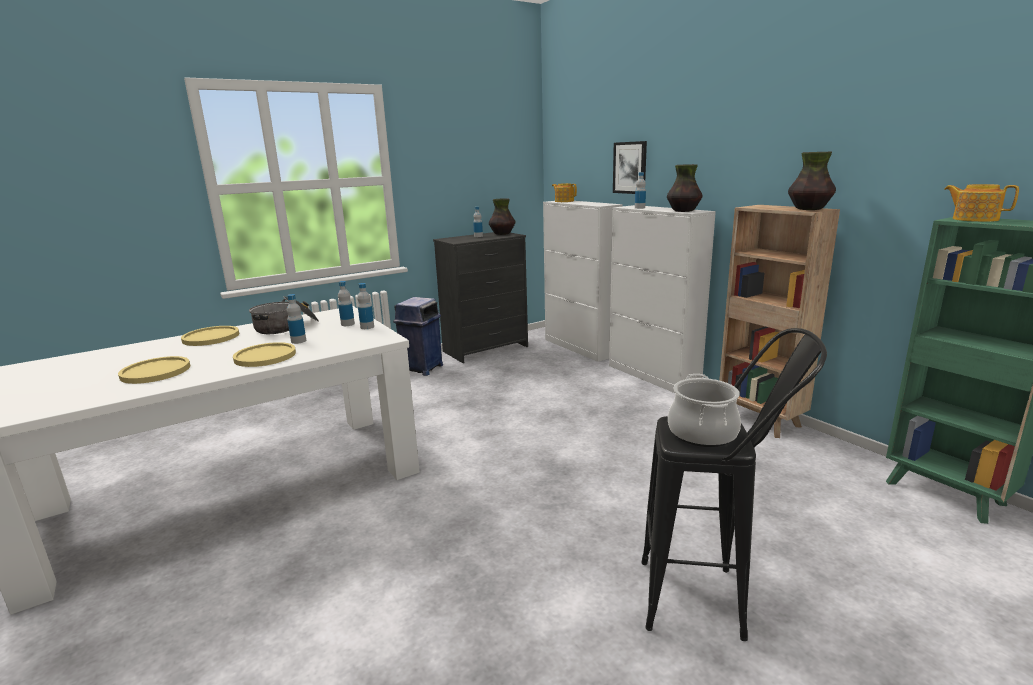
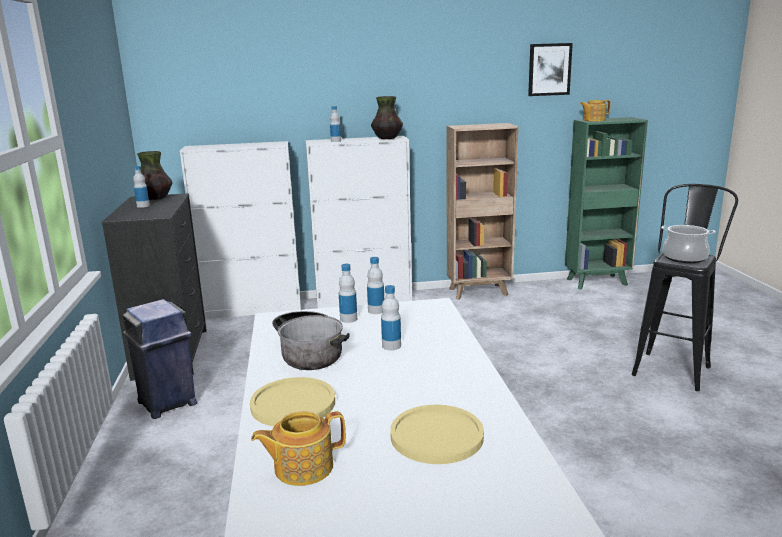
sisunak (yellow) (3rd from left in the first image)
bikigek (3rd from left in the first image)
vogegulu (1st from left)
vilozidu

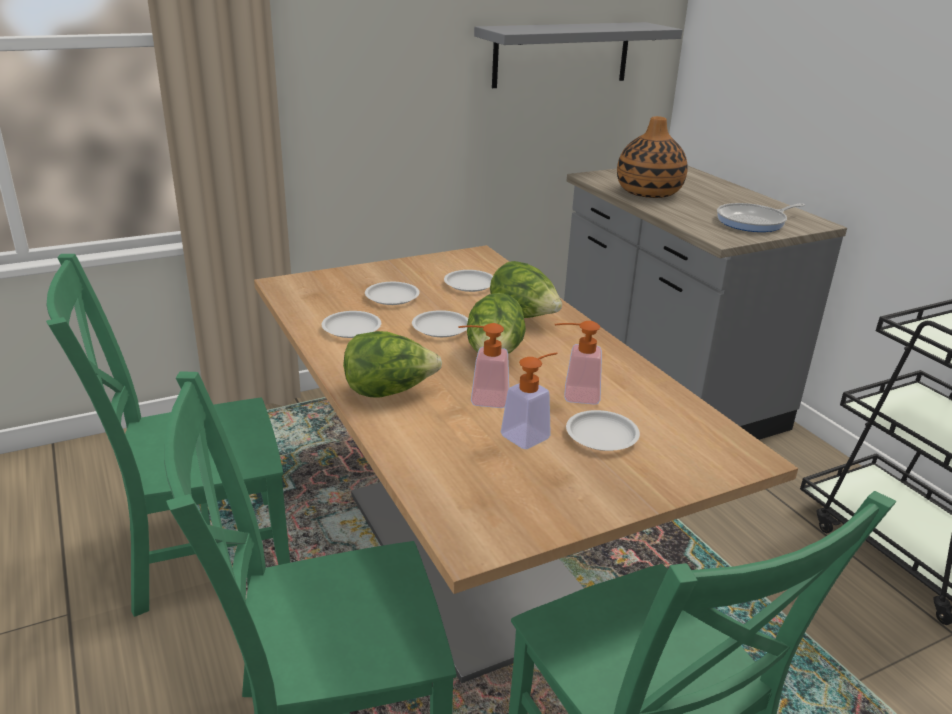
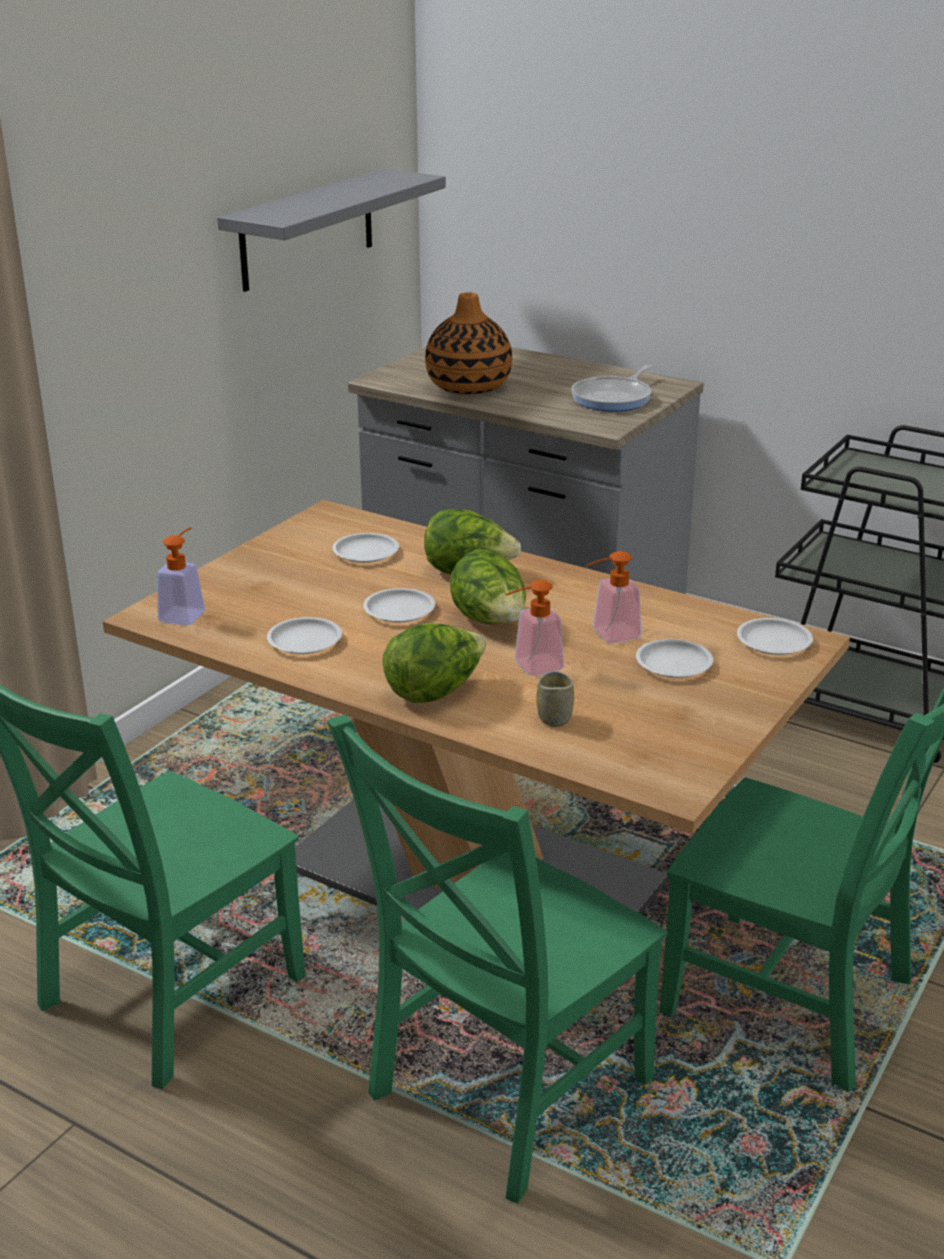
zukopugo
sisunak (white) (5th from left)
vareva (1st from left)

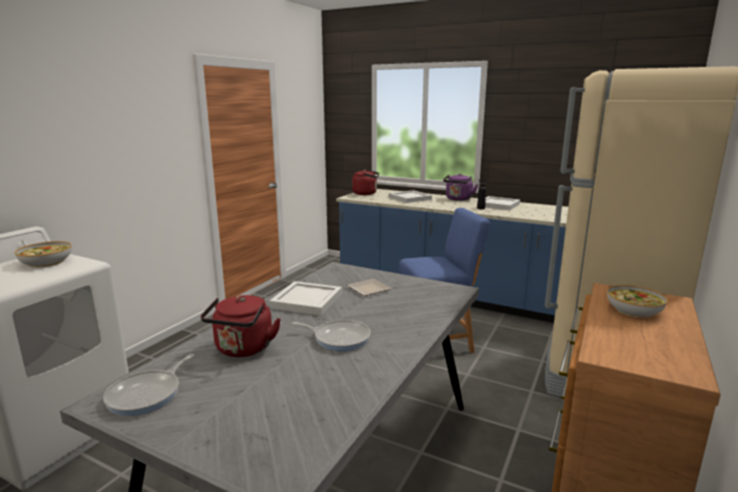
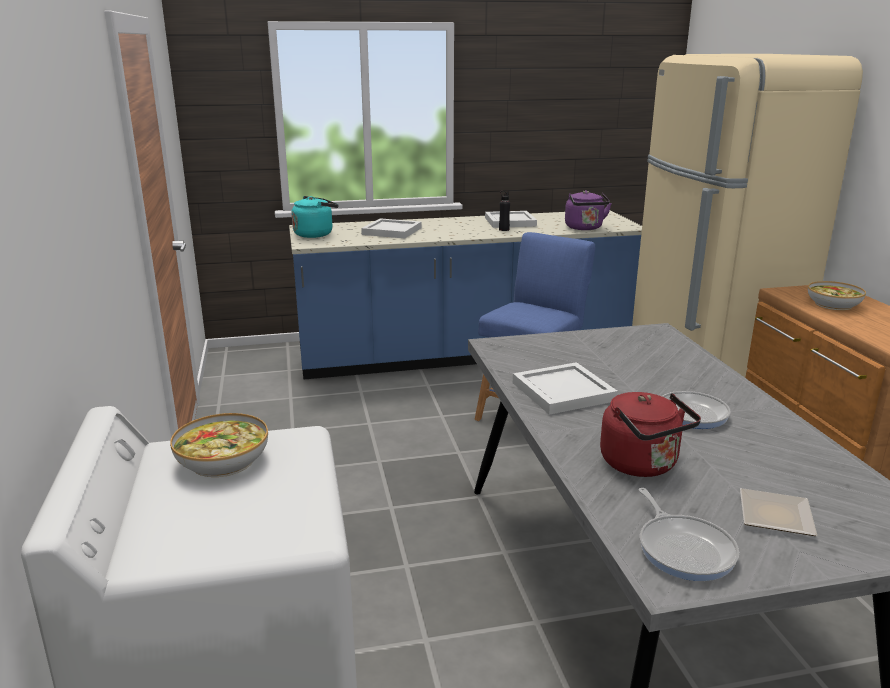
sisunak
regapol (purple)
regapol (turquoise)

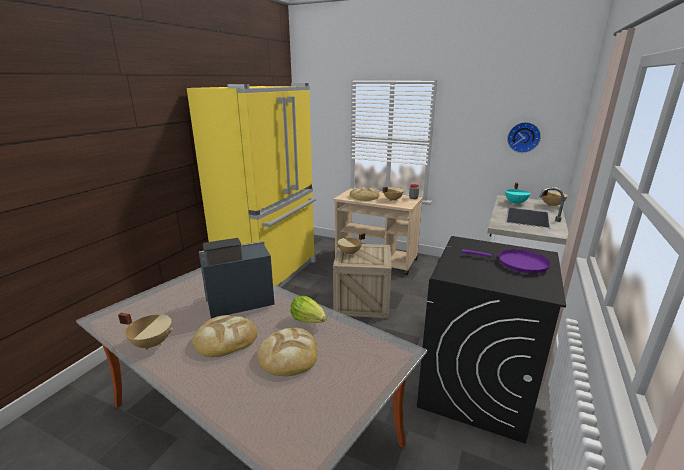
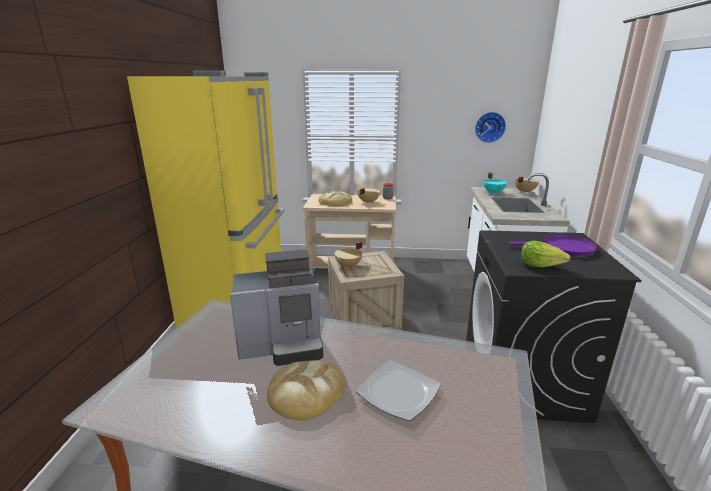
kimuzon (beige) (1st from left in the first image)
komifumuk
sisunak
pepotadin

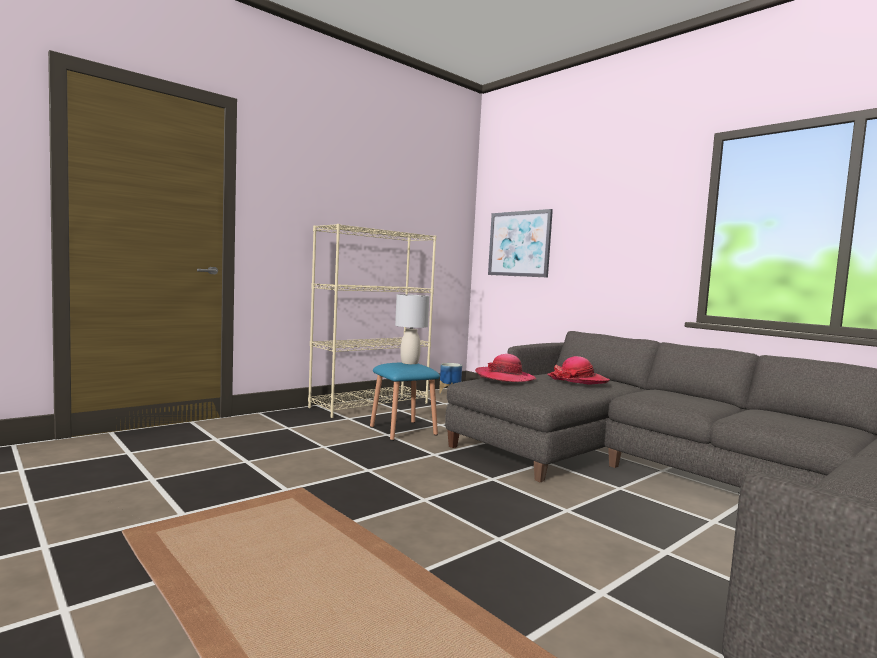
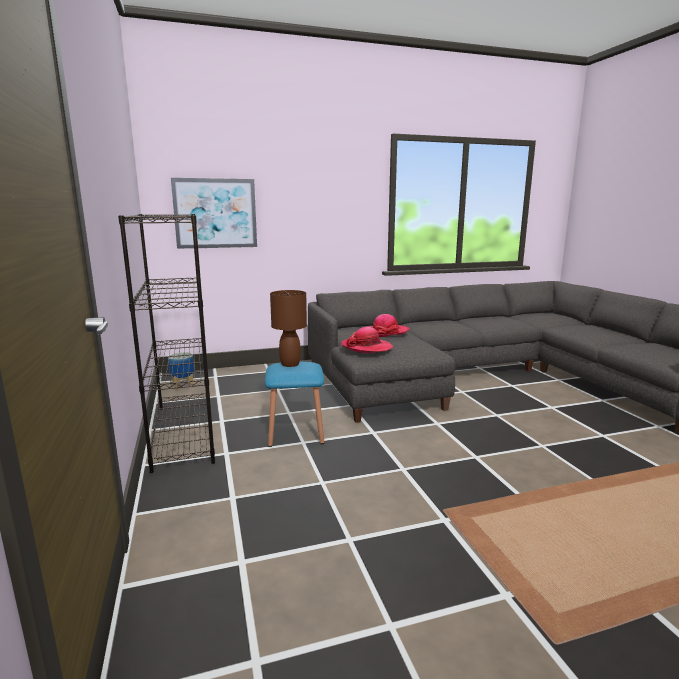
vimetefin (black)
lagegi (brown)

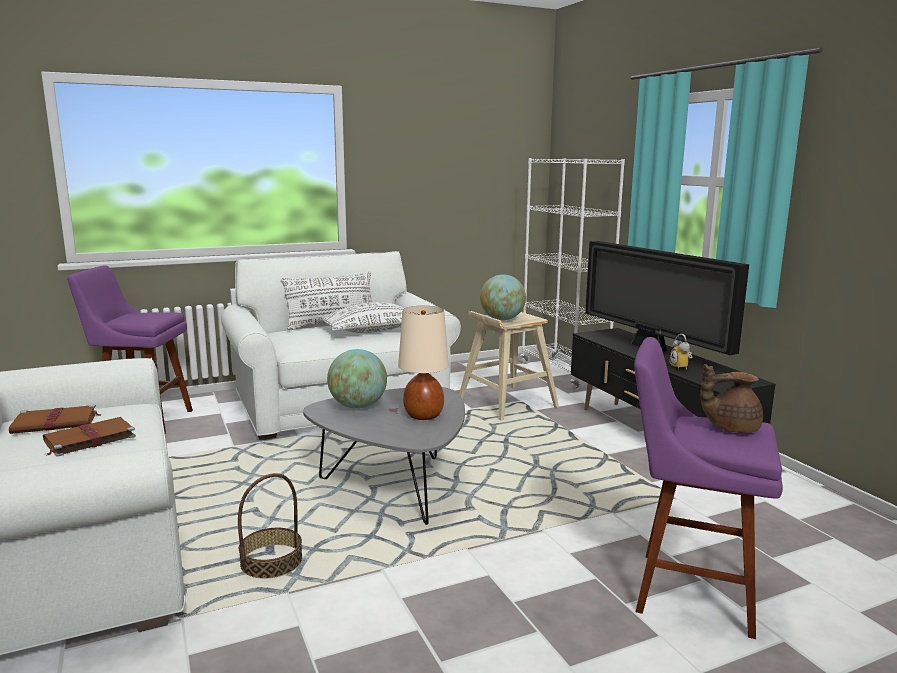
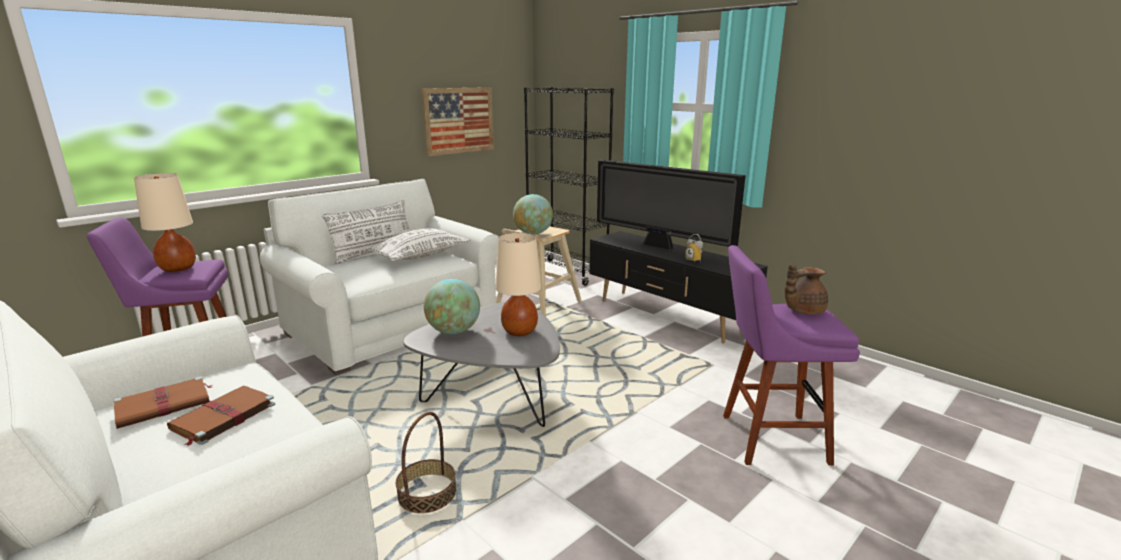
lagegi (beige) (1st from left)
vilozidu
vimetefin (black)

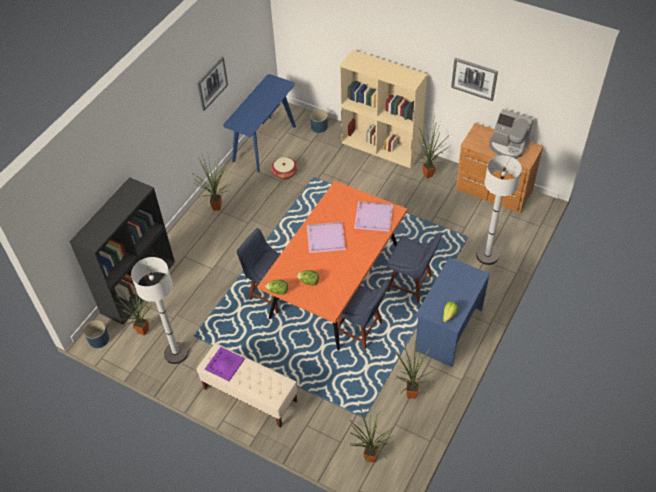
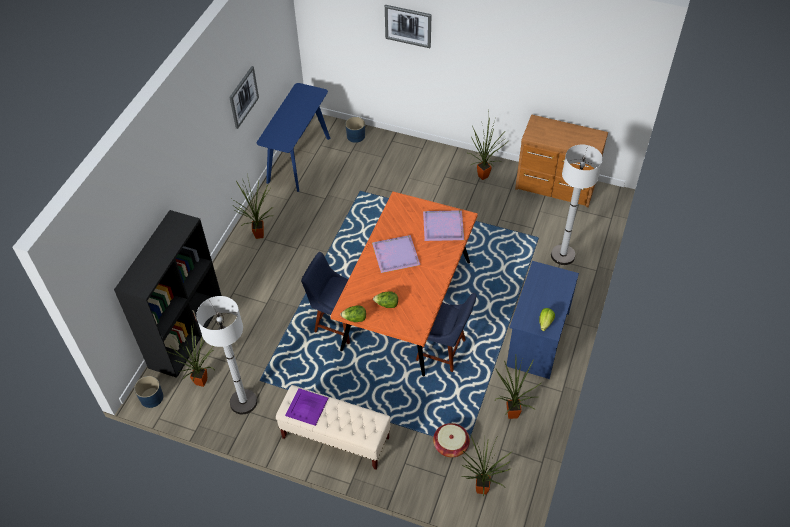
vimetefin (beige)
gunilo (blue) (3rd from left in the first image)
pepotadin
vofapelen
vilozidu (2nd from left)

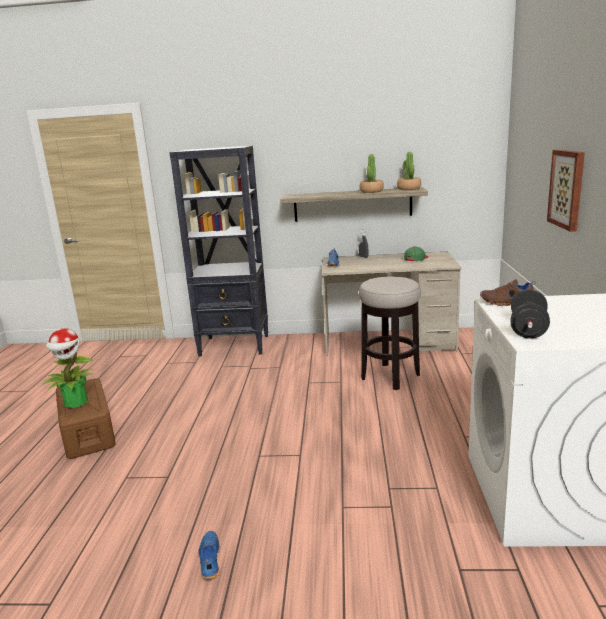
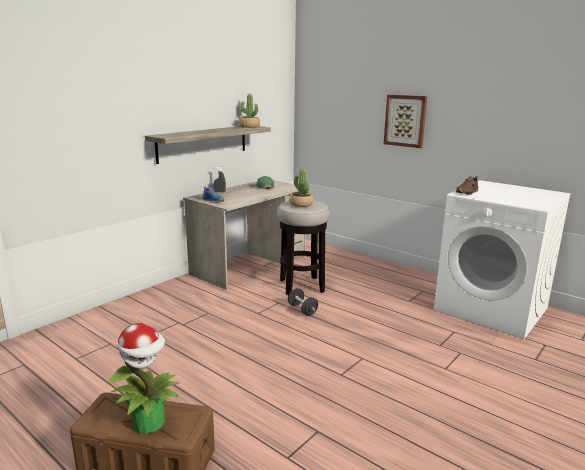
vimetefin (black)
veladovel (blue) (1st from left in the first image)
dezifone (3rd from left)
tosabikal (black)

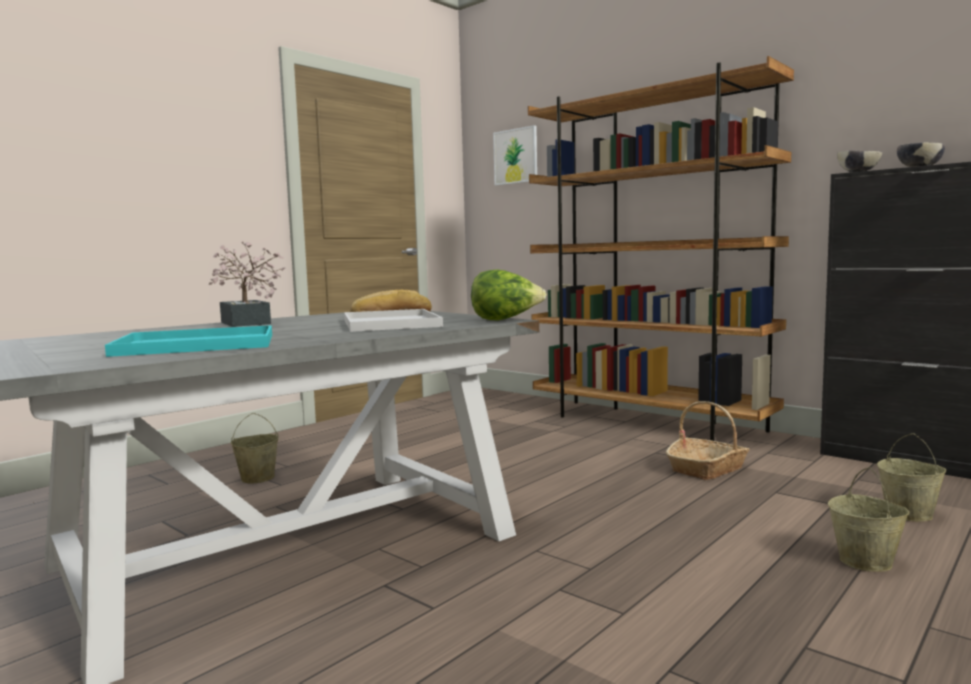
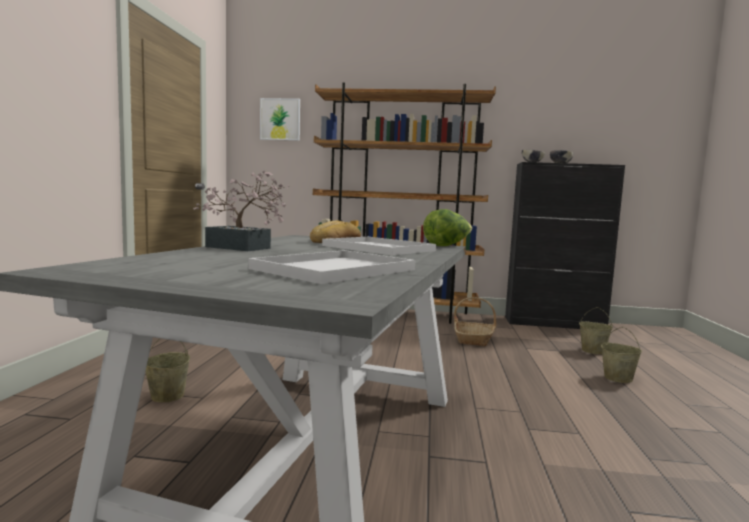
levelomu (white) (1st from left)

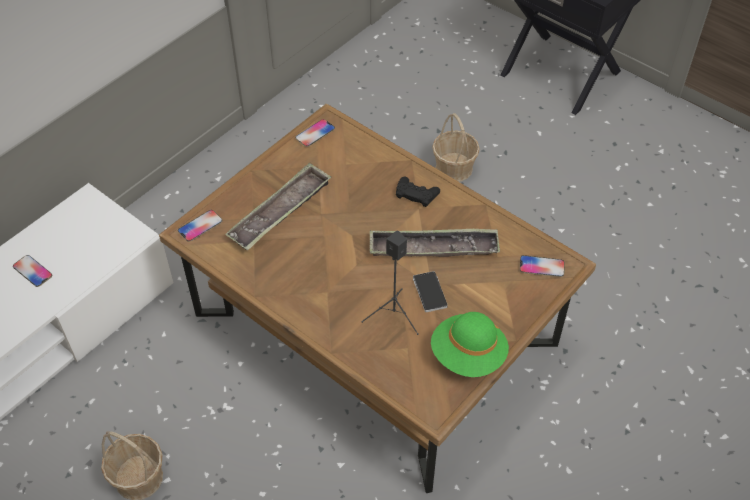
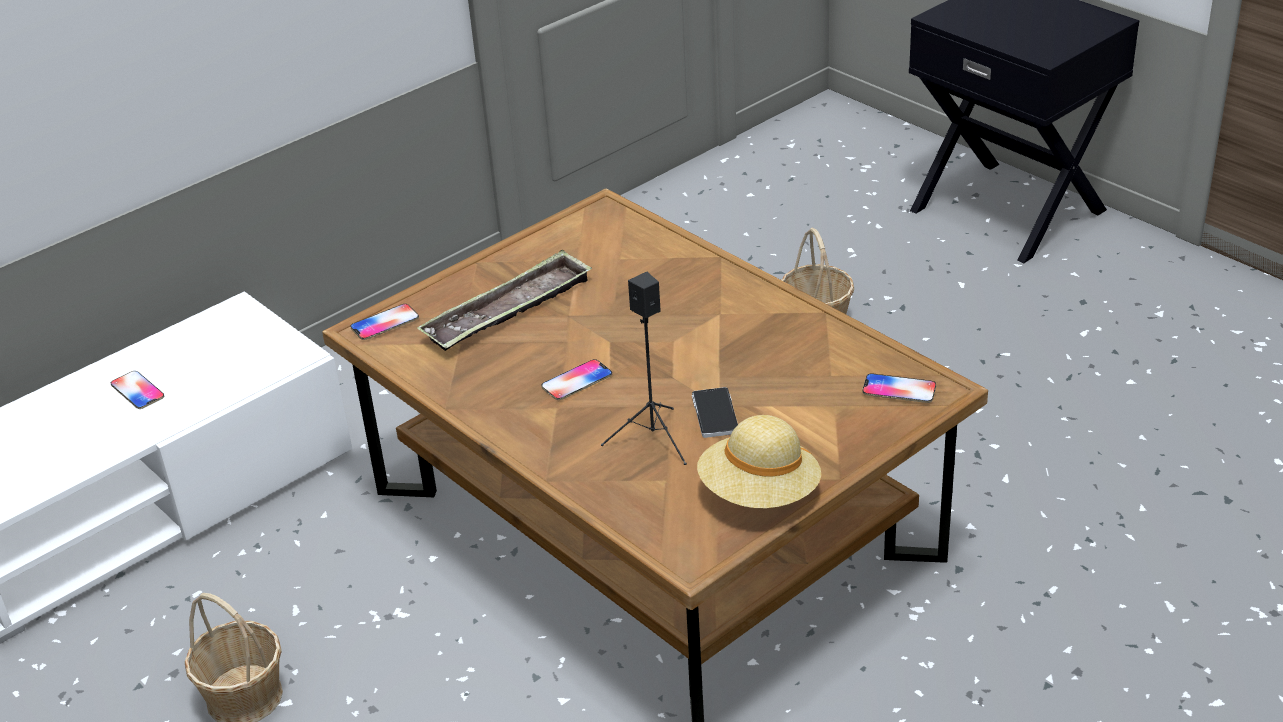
levelomu (2nd from left in the first image)
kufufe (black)
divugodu (3rd from left)
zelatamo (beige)

